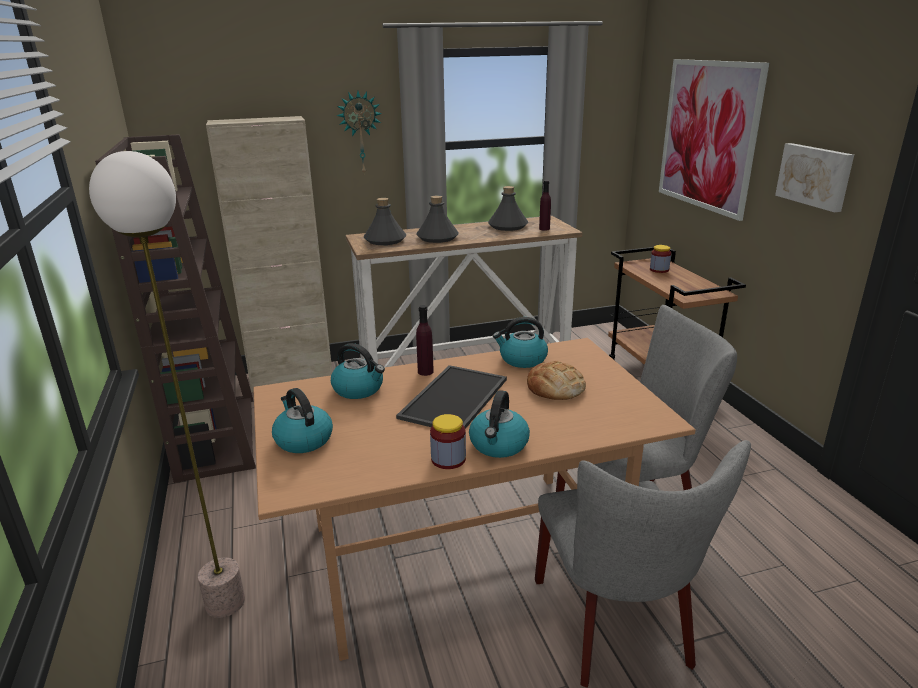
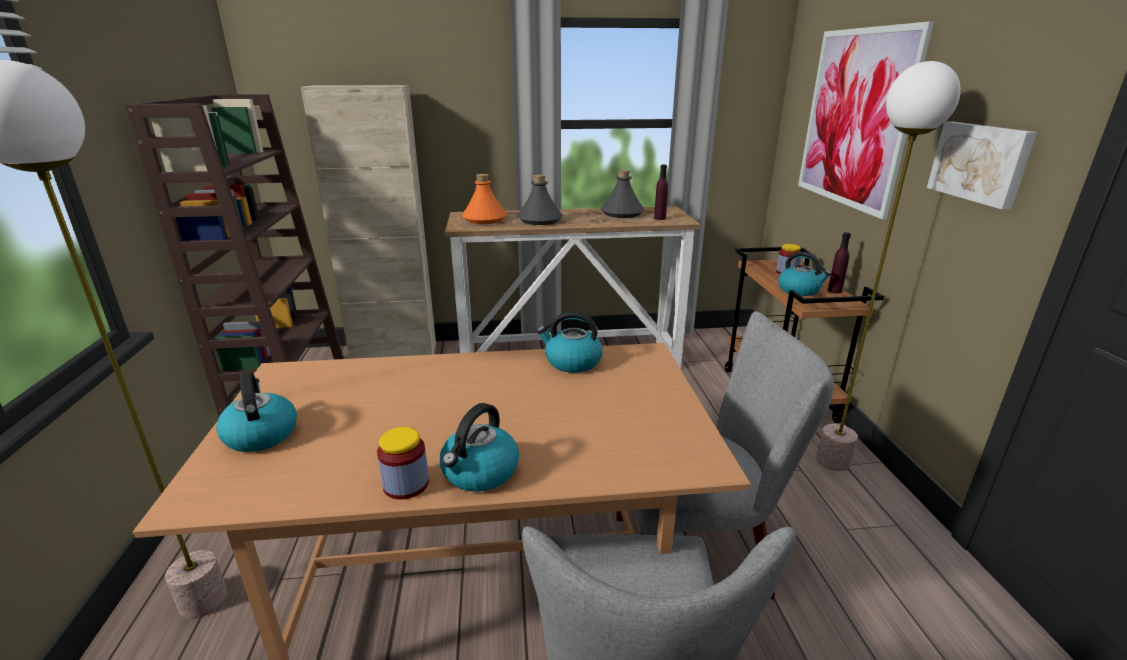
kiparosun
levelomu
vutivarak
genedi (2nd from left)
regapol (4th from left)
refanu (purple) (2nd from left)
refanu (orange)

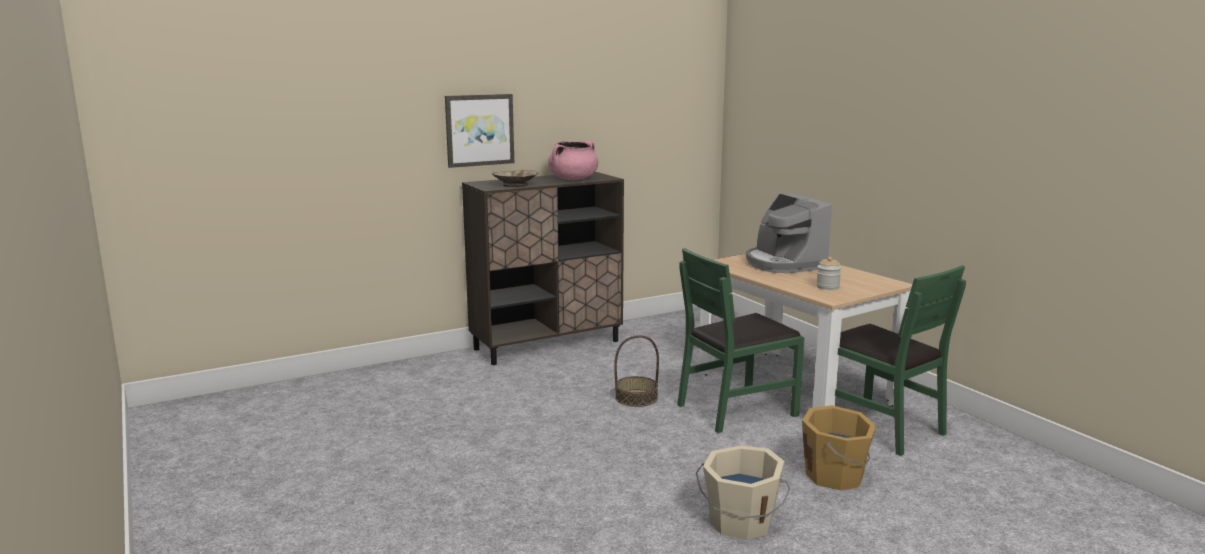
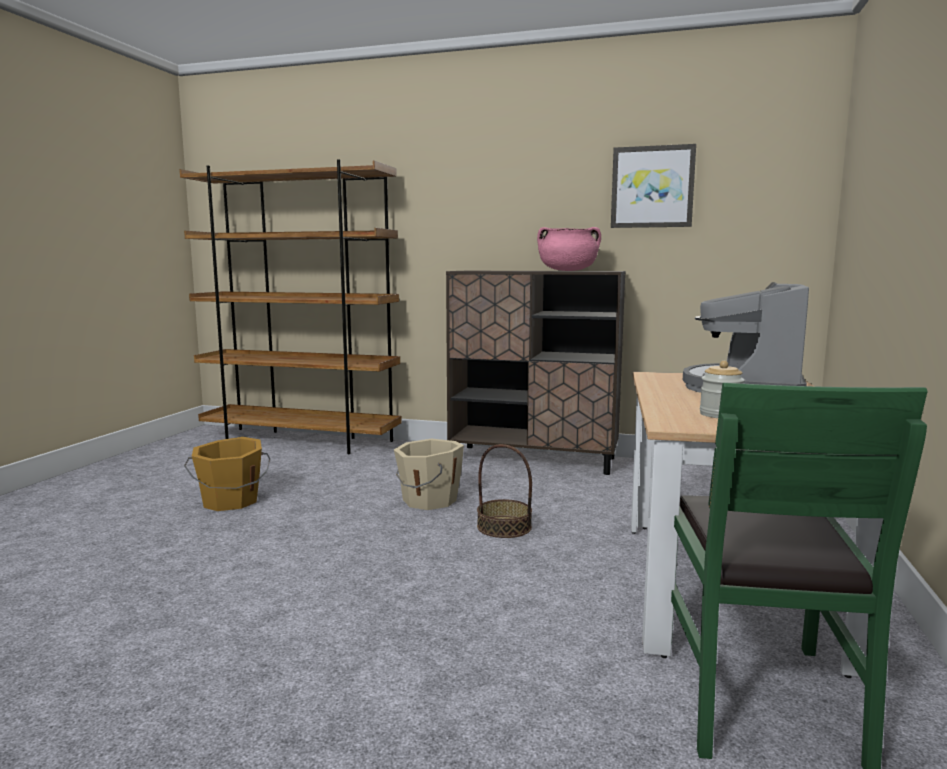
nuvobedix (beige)
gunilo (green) (1st from left in the first image)
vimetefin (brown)
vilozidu
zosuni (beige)
zosuni (orange)

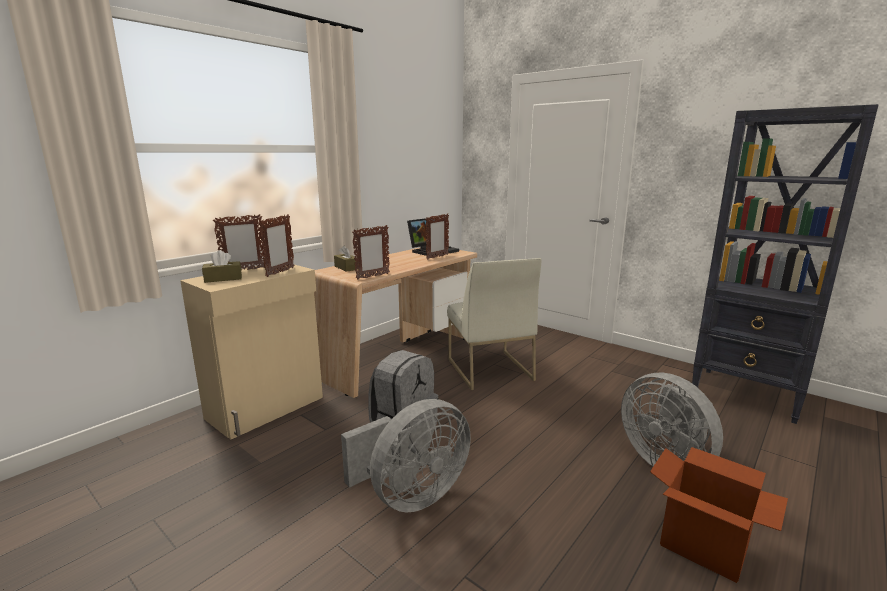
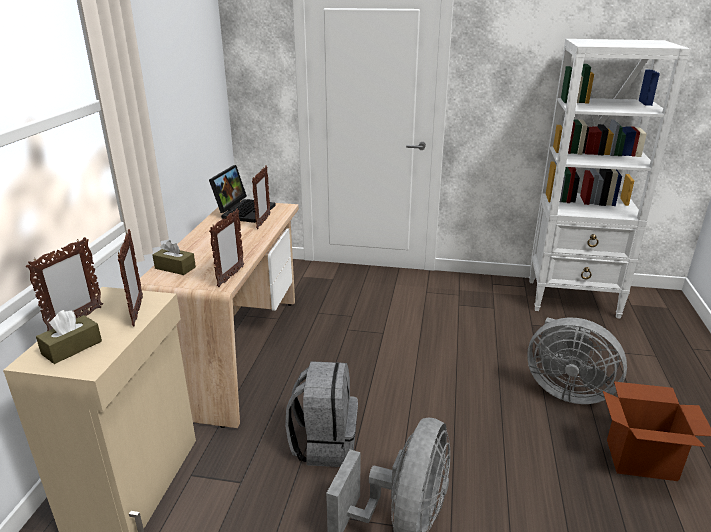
gunilo (white)
vimetefin (white)

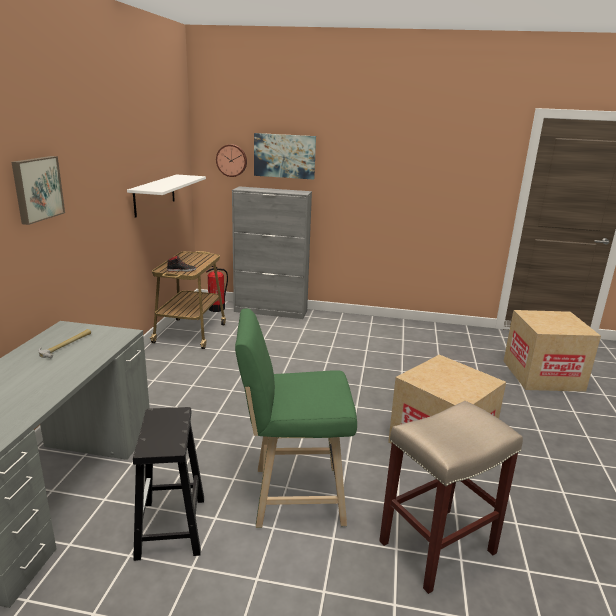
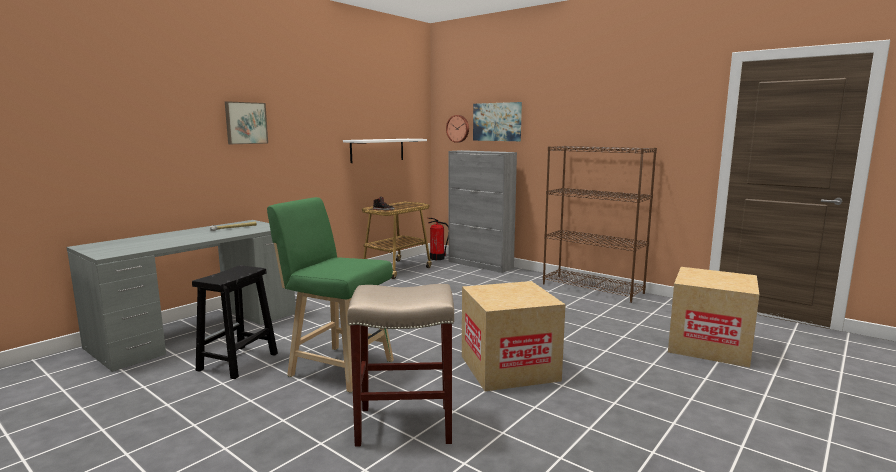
vimetefin (brown)

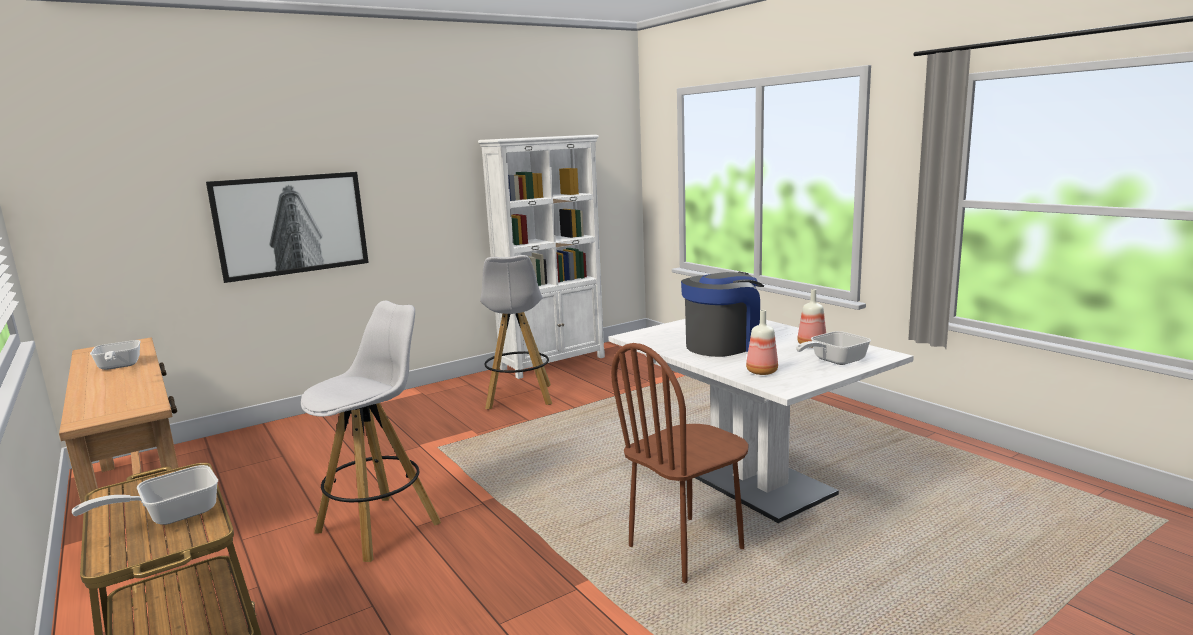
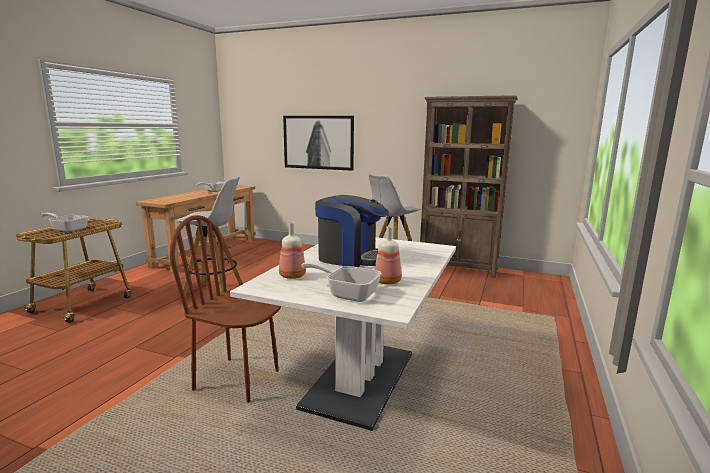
vimetefin (brown)

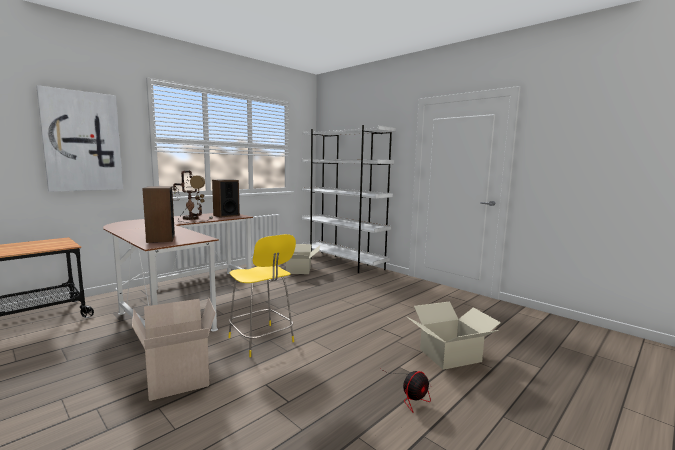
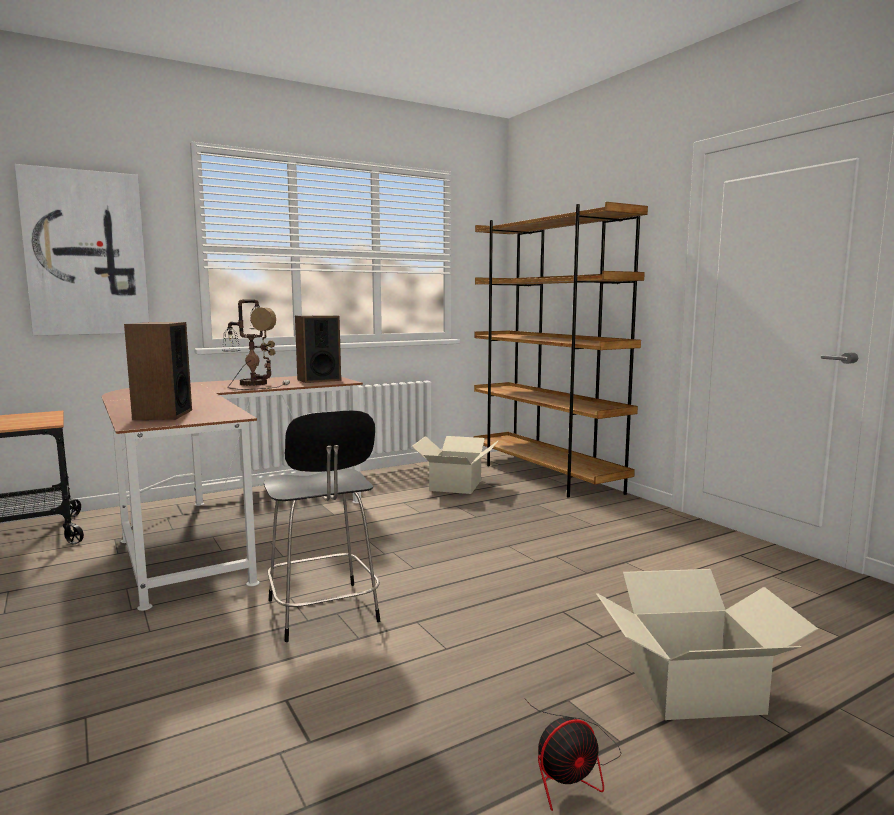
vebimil (1st from left in the first image)
gunilo (black)
vimetefin (brown)

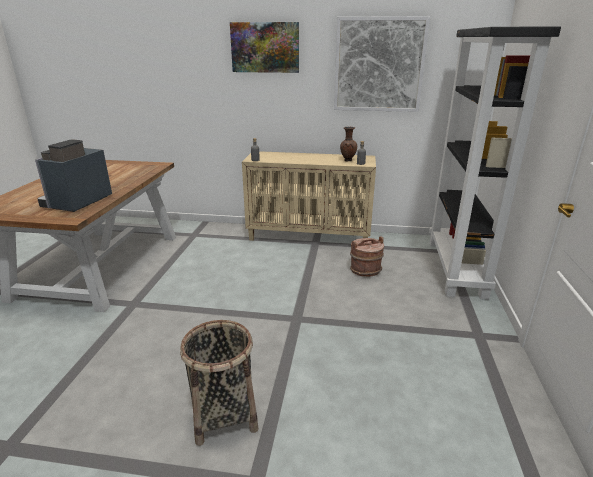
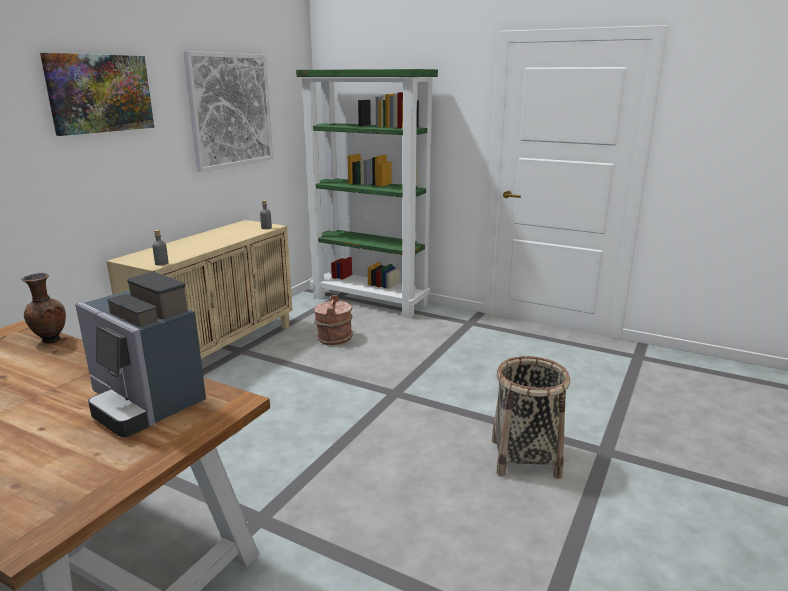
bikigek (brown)
vimetefin (green)

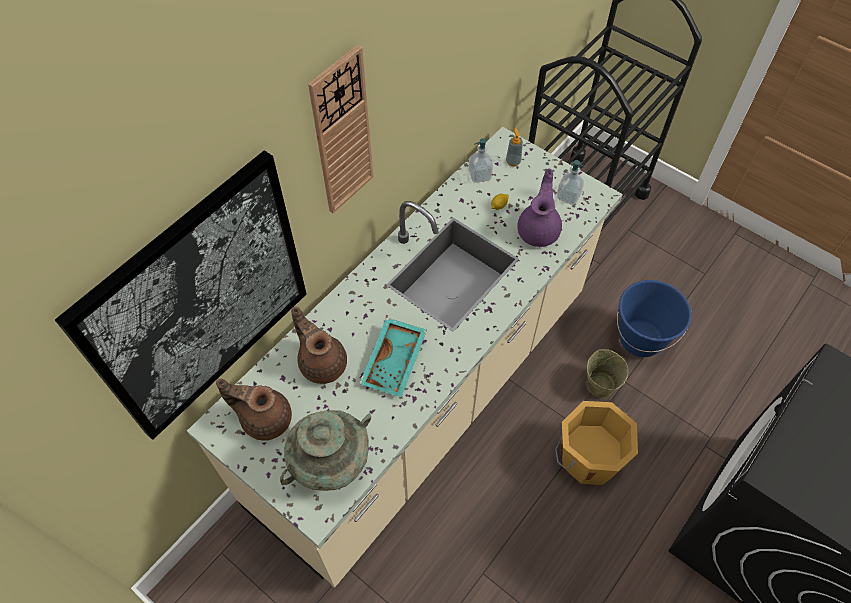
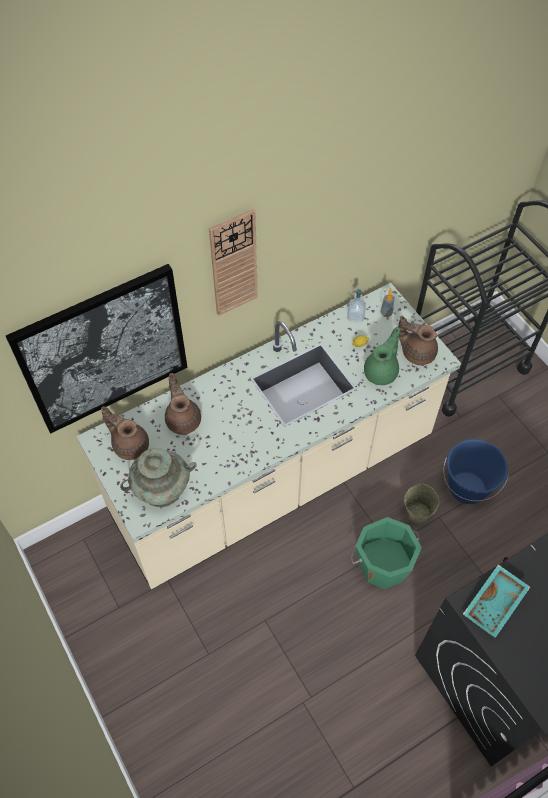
levelomu (turquoise)
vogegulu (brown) (3rd from left)
vogegulu (green)
zosuni (green)

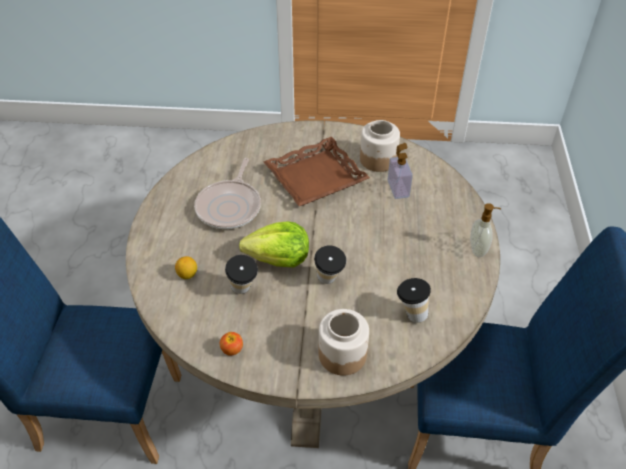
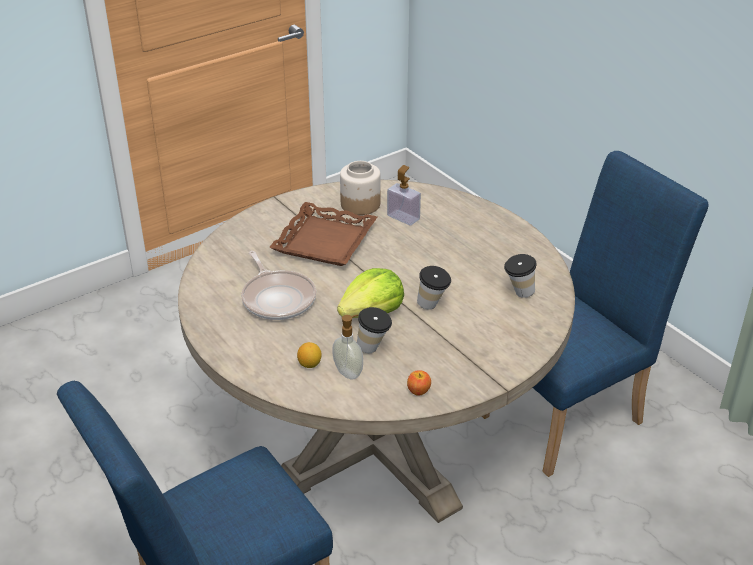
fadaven (1st from left in the first image)
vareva (1st from left)

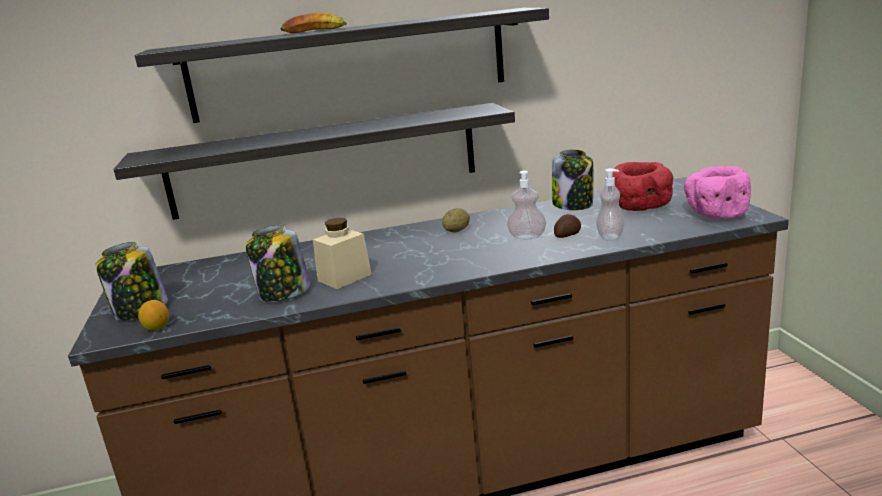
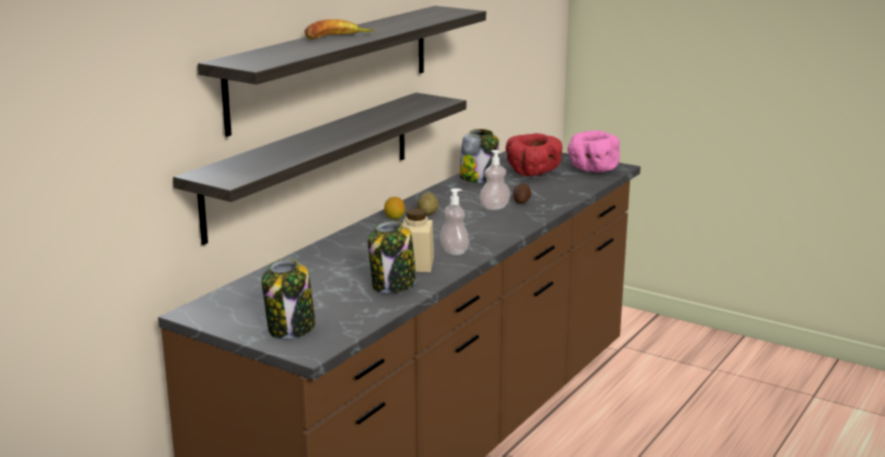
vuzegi
vareva (1st from left)

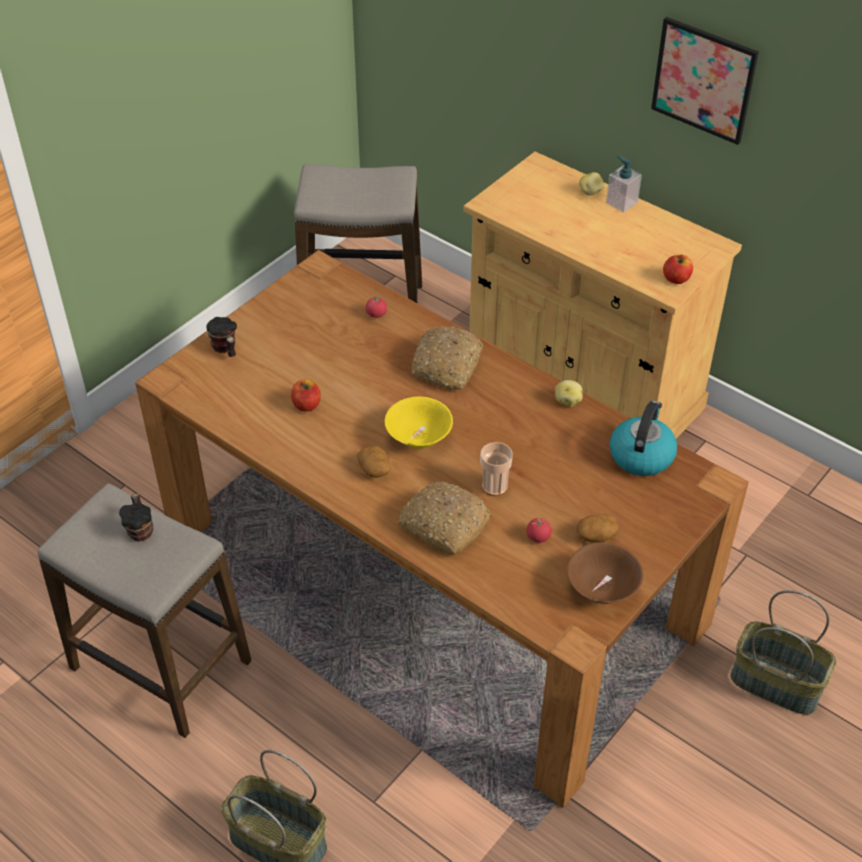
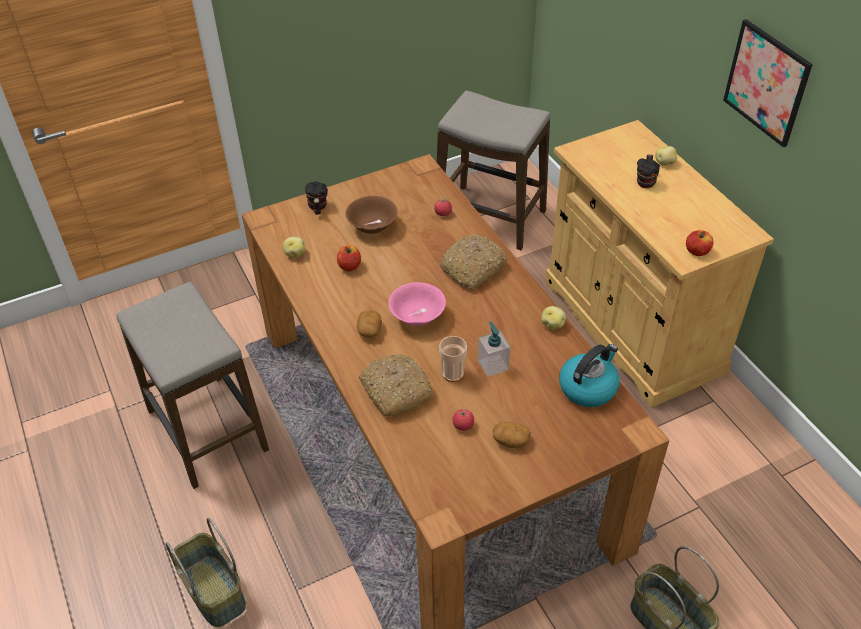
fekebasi (1st from left)
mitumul (2nd from left)
nuvobedix (brown)
vareva
nuvobedix (pink)

